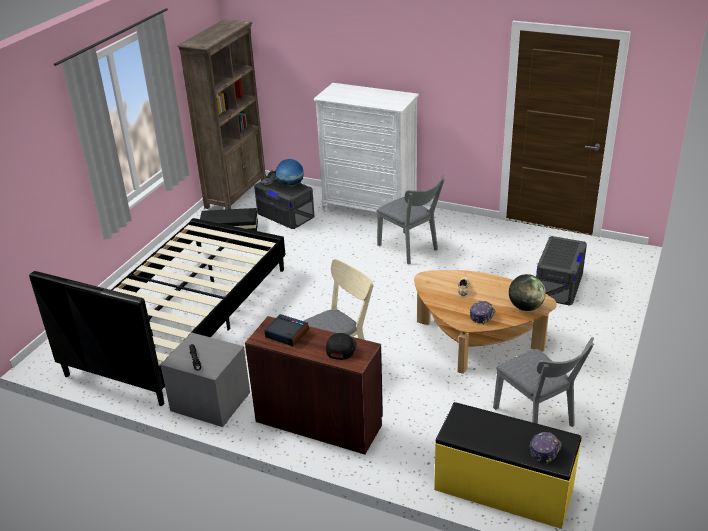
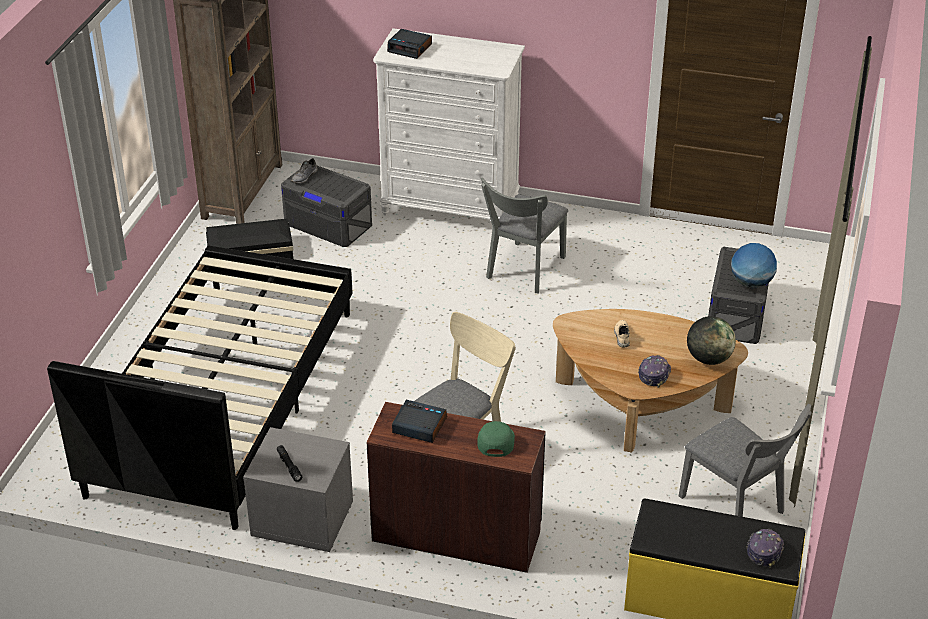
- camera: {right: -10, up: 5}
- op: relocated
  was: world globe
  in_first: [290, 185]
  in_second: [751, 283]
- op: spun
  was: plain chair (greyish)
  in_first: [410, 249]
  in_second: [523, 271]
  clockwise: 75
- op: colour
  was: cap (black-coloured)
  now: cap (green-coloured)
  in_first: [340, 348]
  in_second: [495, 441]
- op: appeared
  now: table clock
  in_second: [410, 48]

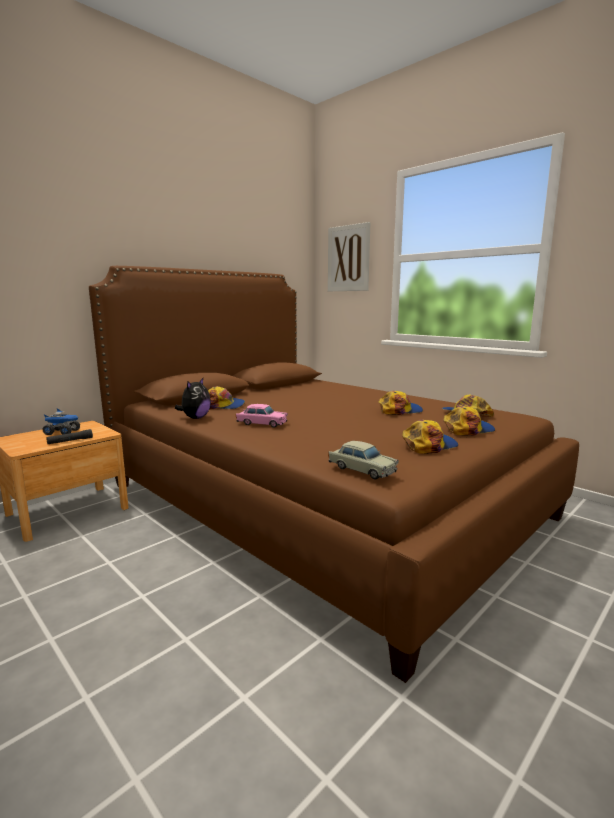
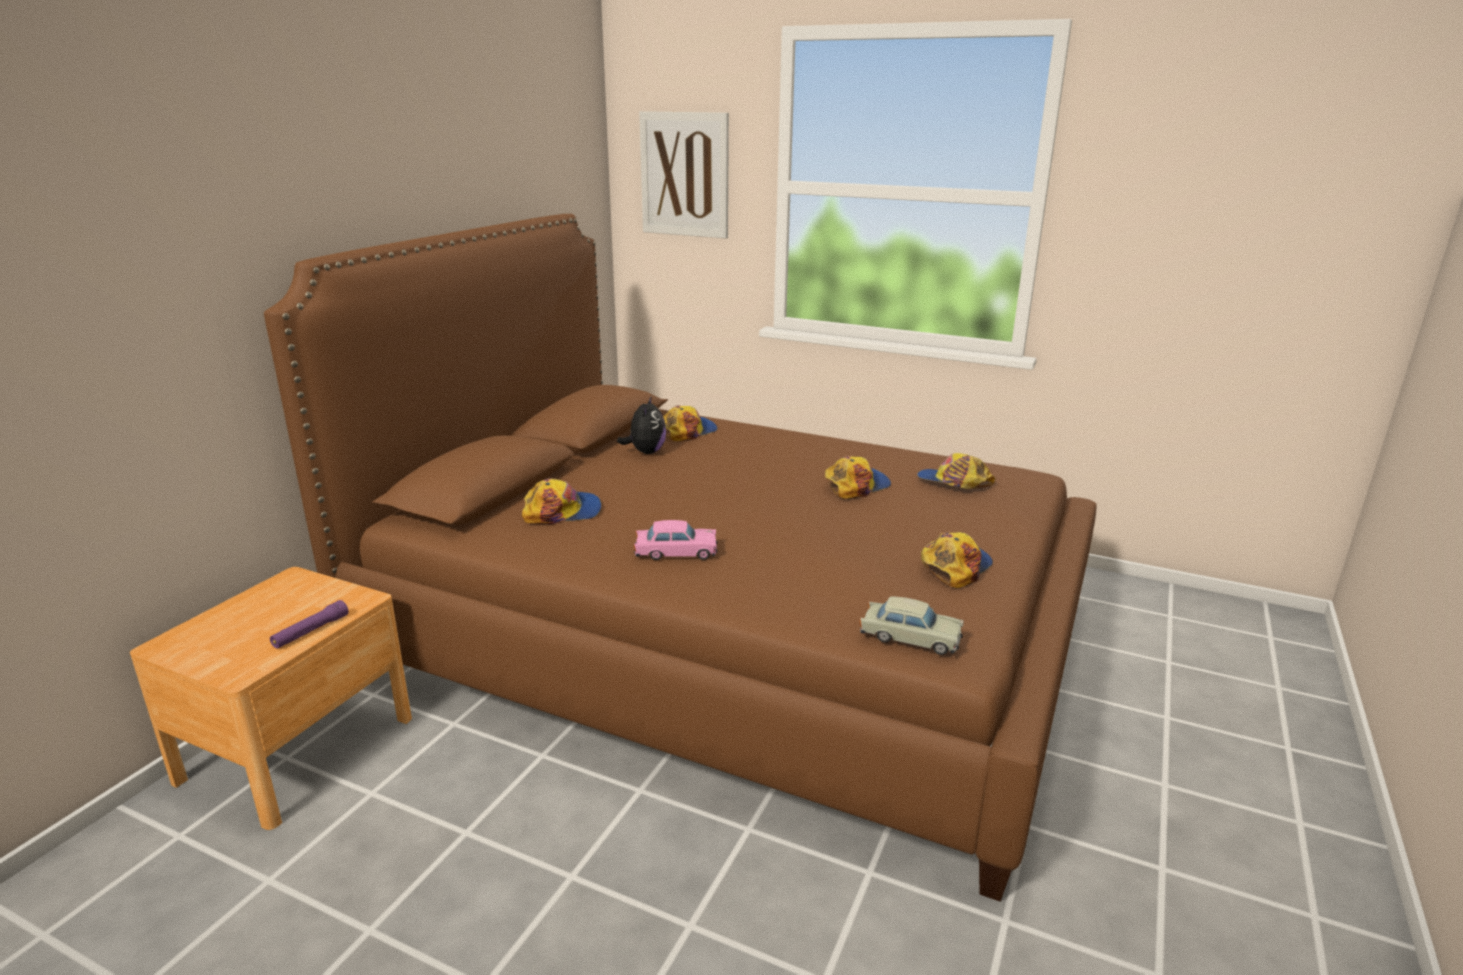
- camera: {right: -20, up: 10}
- op: relocated
  was: soft toy
  in_first: [195, 418]
  in_second: [645, 452]
- op: relocated
  was: cap
  in_first: [467, 429]
  in_second: [687, 431]
- op: missing
  was: model truck
  in_first: [63, 432]
- op: colour
  was: torch (black-coloured)
  now: torch (purplish)
  in_first: [70, 441]
  in_second: [311, 631]

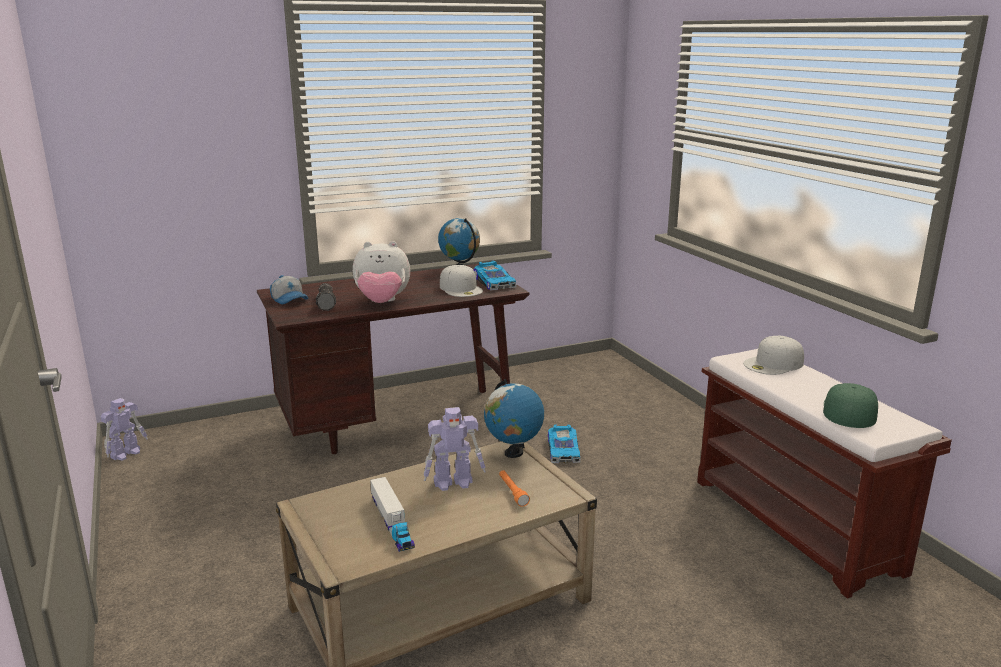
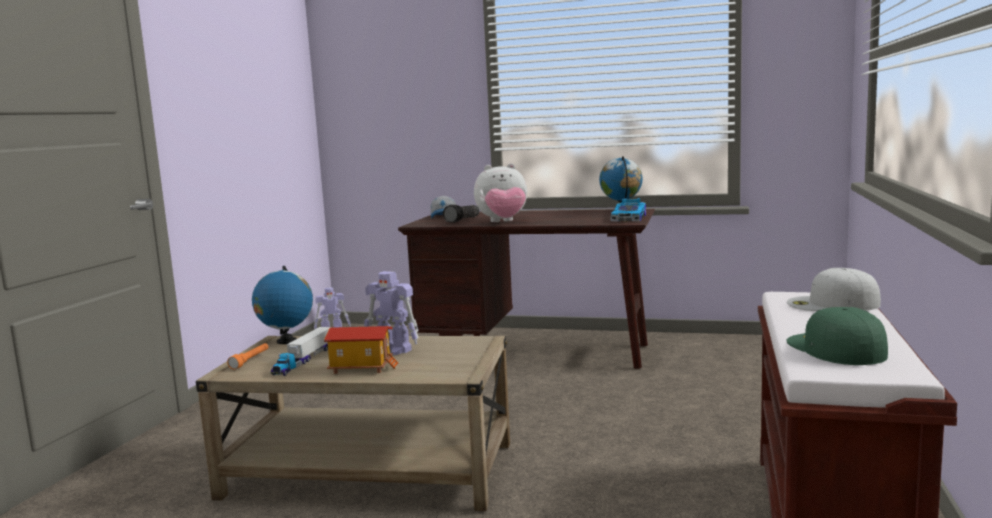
- camera: {right: 40, up: -10}
- op: spun
  was: soft toy
  in_first: [382, 302]
  in_second: [503, 222]
  clockwise: -45
- op: missing
  was: cap (white)
  in_first: [461, 288]
- op: relocated
  was: world globe
  in_first: [513, 453]
  in_second: [286, 341]
- op: spun
  was: cap (green-coloured)
  in_first: [848, 411]
  in_second: [834, 348]
  clockwise: -75
- op: missing
  was: miniature car
  in_first: [564, 450]
- op: relocated
  was: torch (orangey)
  in_first: [512, 492]
  in_second: [250, 361]
- op: appeared
  now: toy house
  in_second: [362, 367]

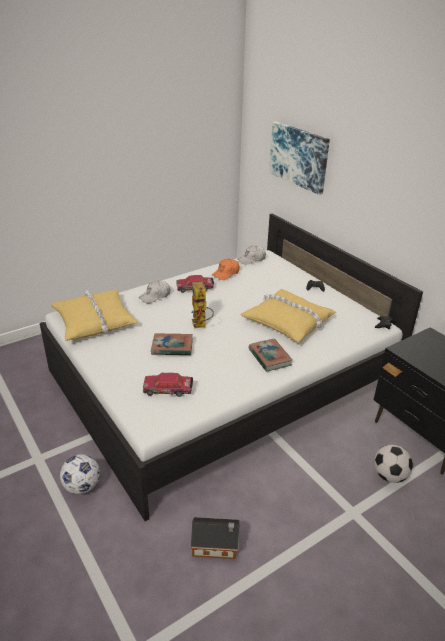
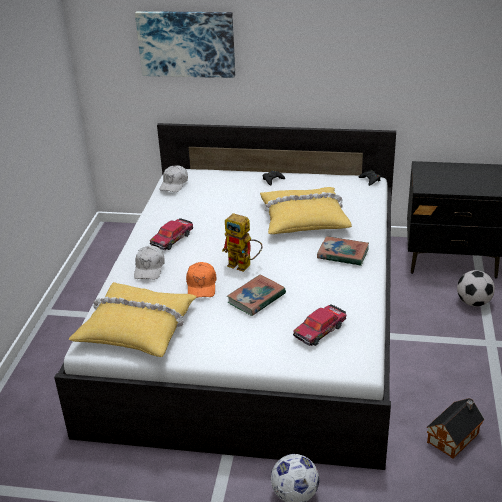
- camera: {right: -45, up: 0}
- op: relocated
  was: cap (orangey)
  in_first: [226, 273]
  in_second: [201, 286]

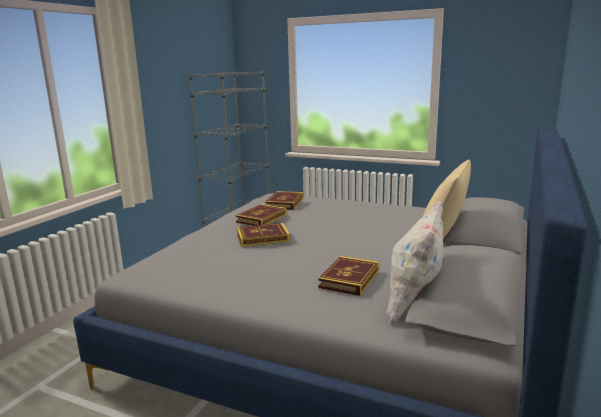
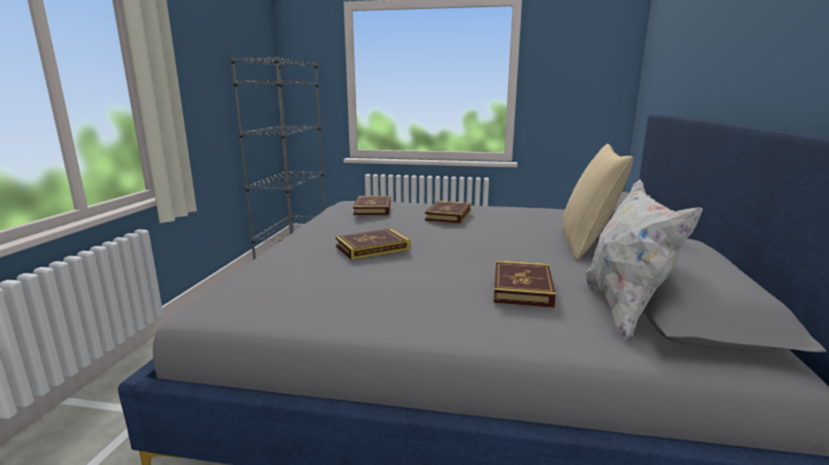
- camera: {right: -15, up: 0}
- op: relocated
  was: bound book
  in_first: [261, 218]
  in_second: [448, 215]

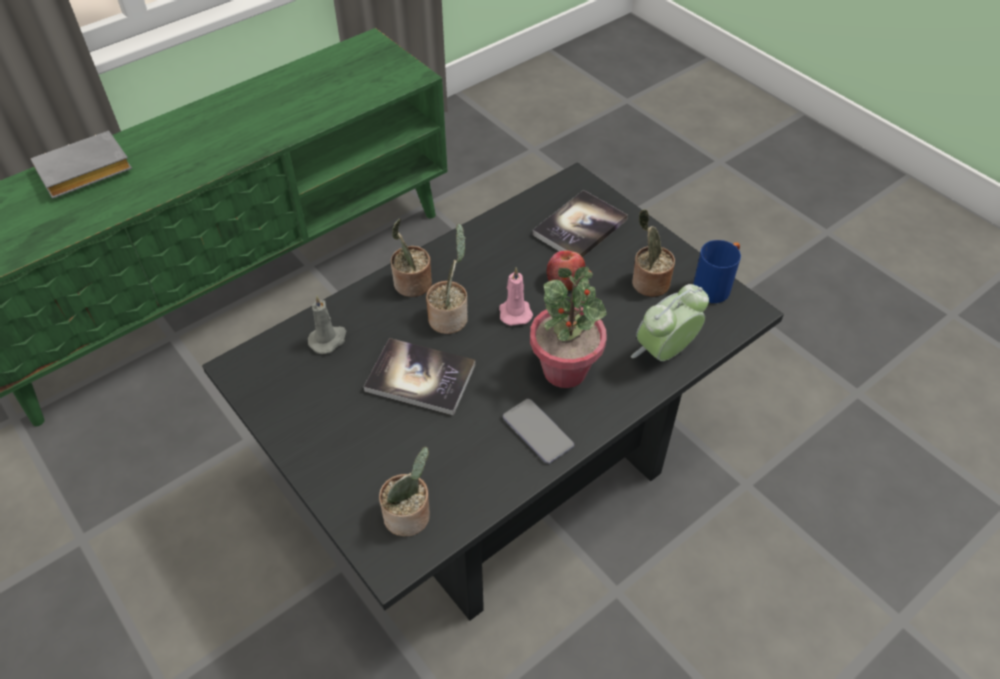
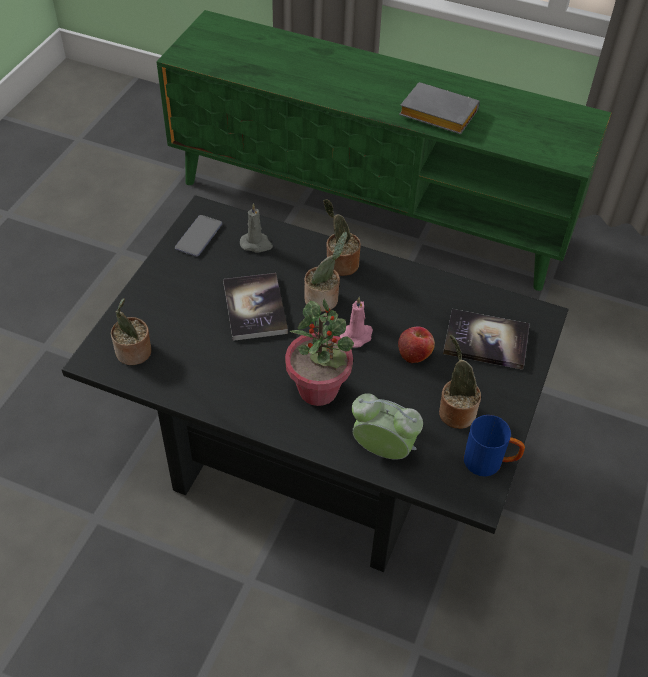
- camera: {right: 60, up: 0}
- op: relocated
  was: bound book (greyish)
  in_first: [83, 173]
  in_second: [435, 115]
- op: relocated
  was: handset
  in_first: [537, 431]
  in_second: [199, 236]

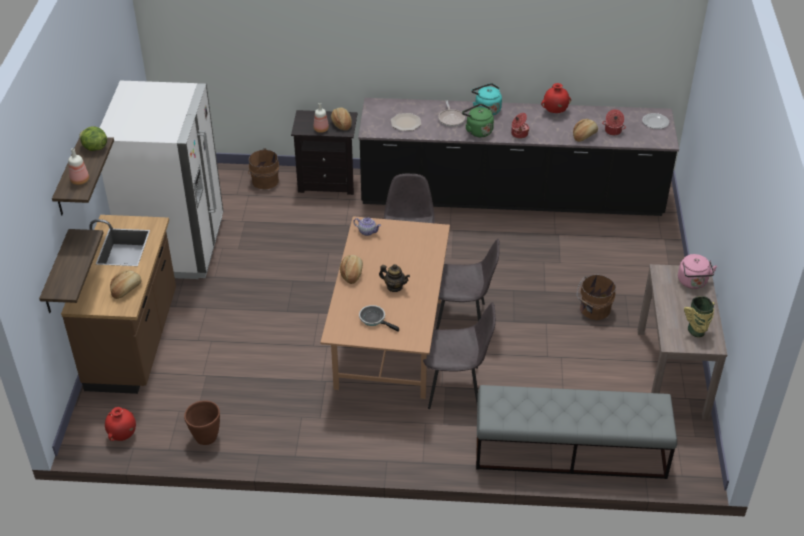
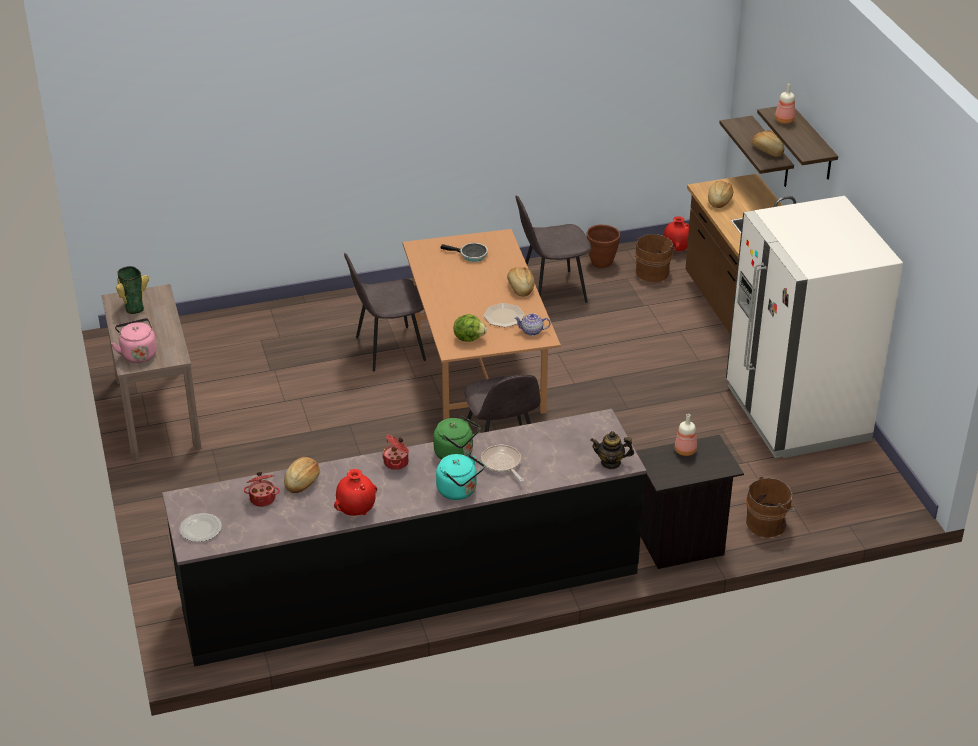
- camera: {right: 160, up: -5}
- op: relocated
  was: bakery bread
  in_first: [341, 123]
  in_second: [767, 151]
- op: relocated
  was: plate
  in_first: [406, 123]
  in_second: [503, 316]
- op: relocated
  was: lettuce
  in_first: [94, 148]
  in_second: [469, 338]
- op: relocated
  was: plain chair (greyish)
  in_first: [461, 321]
  in_second: [551, 290]
- op: relocated
  was: tea pot
  in_first: [394, 287]
  in_second: [611, 463]
- op: relocated
  was: water bucket (brownish)
  in_first: [594, 310]
  in_second: [653, 272]
- op: missing
  was: bench (greyish)
  in_first: [569, 451]

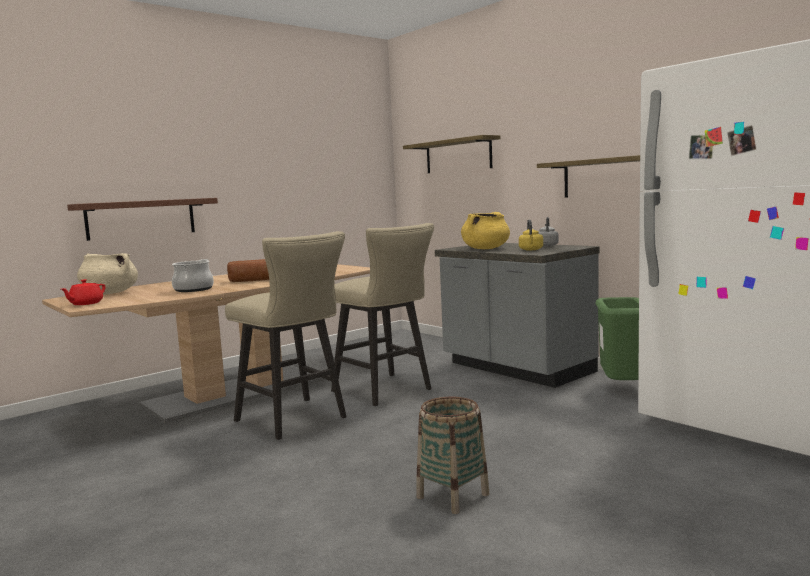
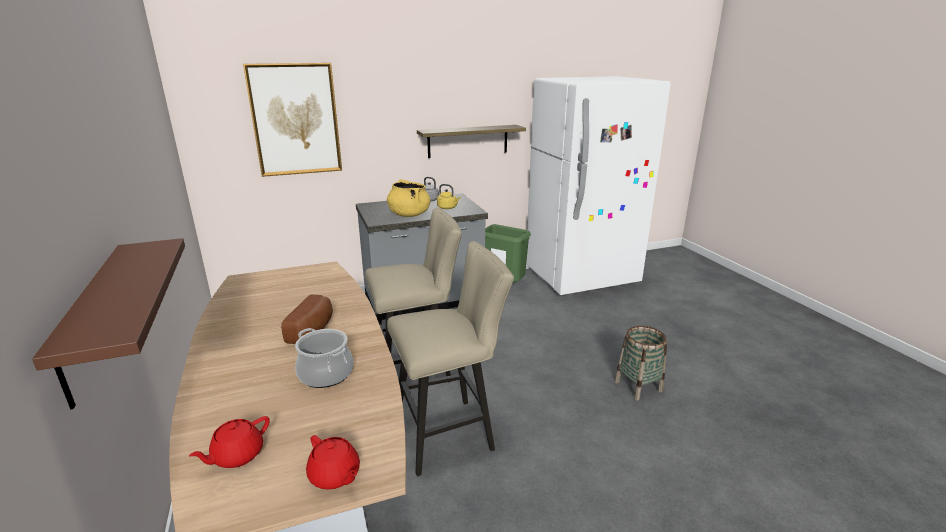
- camera: {right: -70, up: 15}
- op: exchanged
  was: wall shelf
  now: picture
  in_first: [458, 155]
  in_second: [295, 120]
- op: exchanged
  was: cooking pot (beige-coloured)
  now: tea pot (reddish)
  in_first: [109, 293]
  in_second: [237, 455]

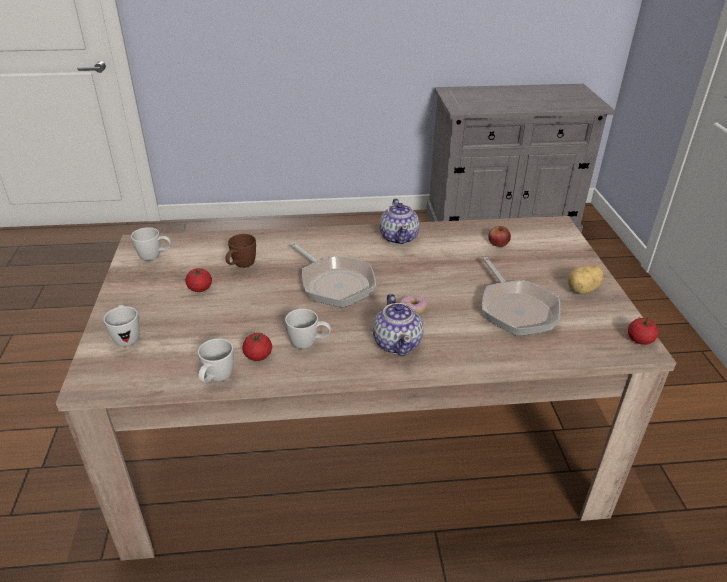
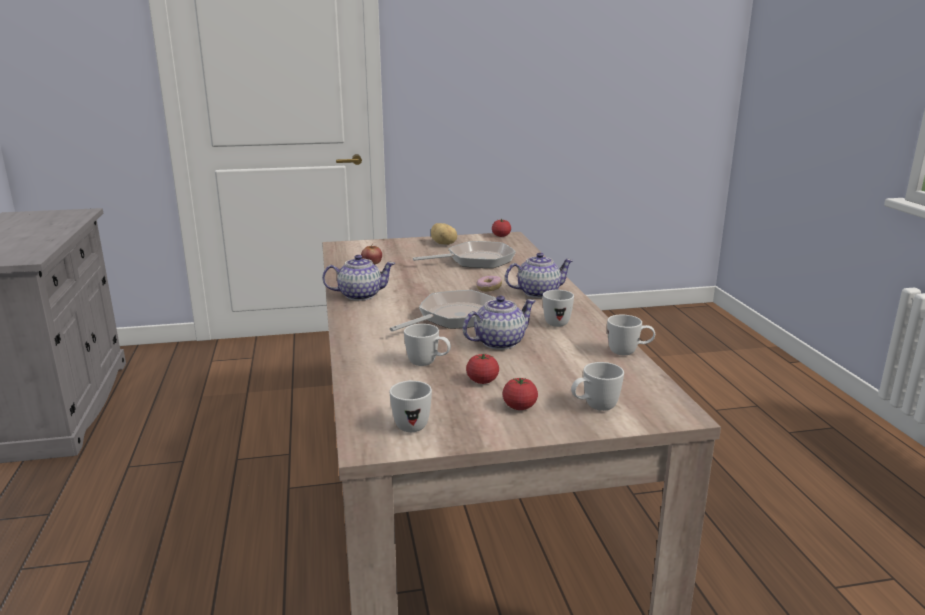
- camera: {right: -95, up: -15}
- op: colour
  was: coffee mug (brownish)
  now: coffee mug (white)
  in_first: [241, 266]
  in_second: [428, 364]
- op: relocated
  was: fresh tomato
  in_first: [258, 356]
  in_second: [519, 407]
- op: appeared
  now: tea pot
  in_second: [498, 342]

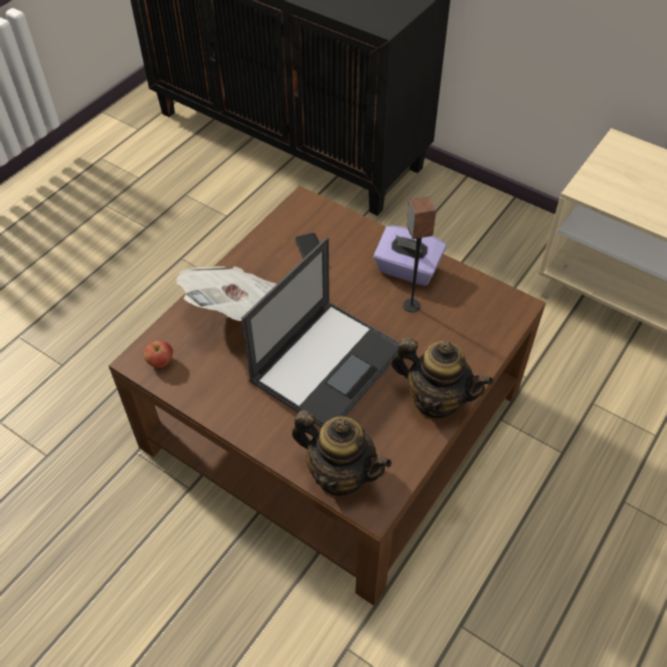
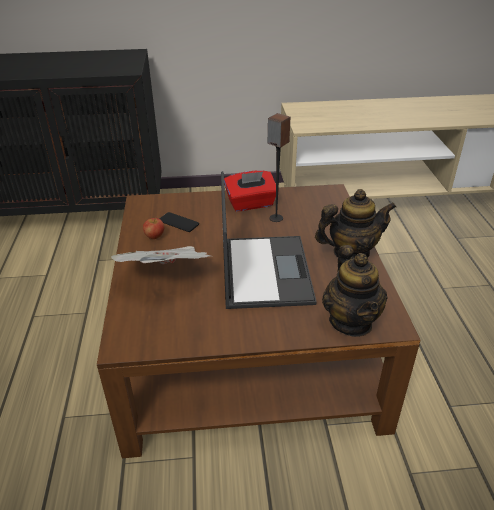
- camera: {right: -40, up: -15}
- op: colour
  was: tissue box (purplish)
  now: tissue box (reddish)
  in_first: [407, 270]
  in_second: [251, 204]
- op: relocated
  was: whole apple
  in_first: [160, 361]
  in_second: [154, 236]
- op: spun
  was: tea pot
  in_first: [340, 473]
  in_second: [351, 321]
  clockwise: 90

